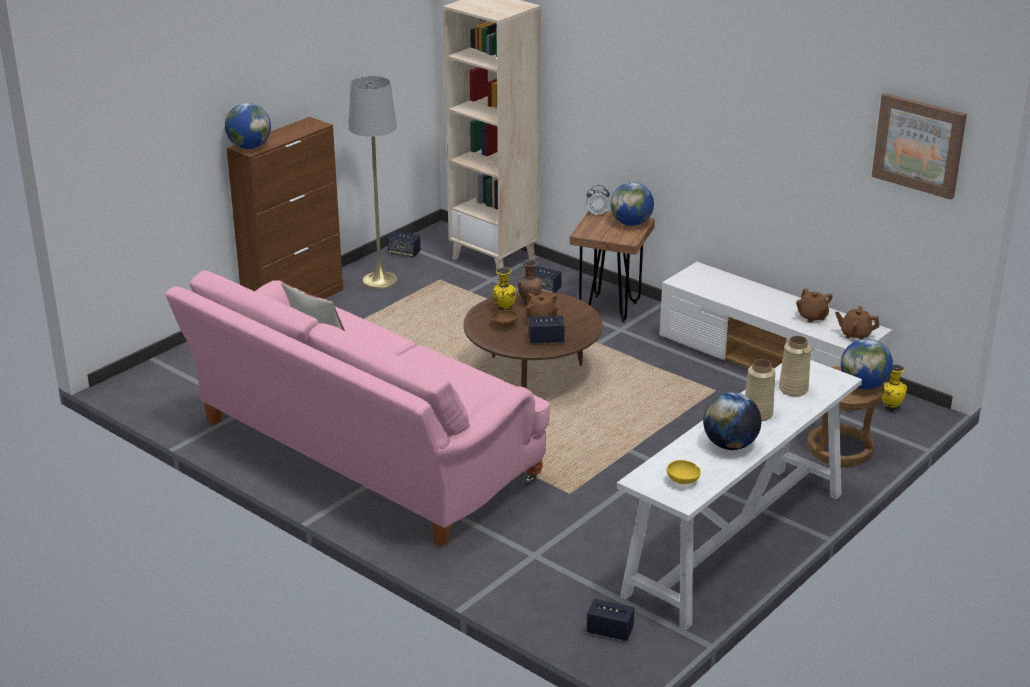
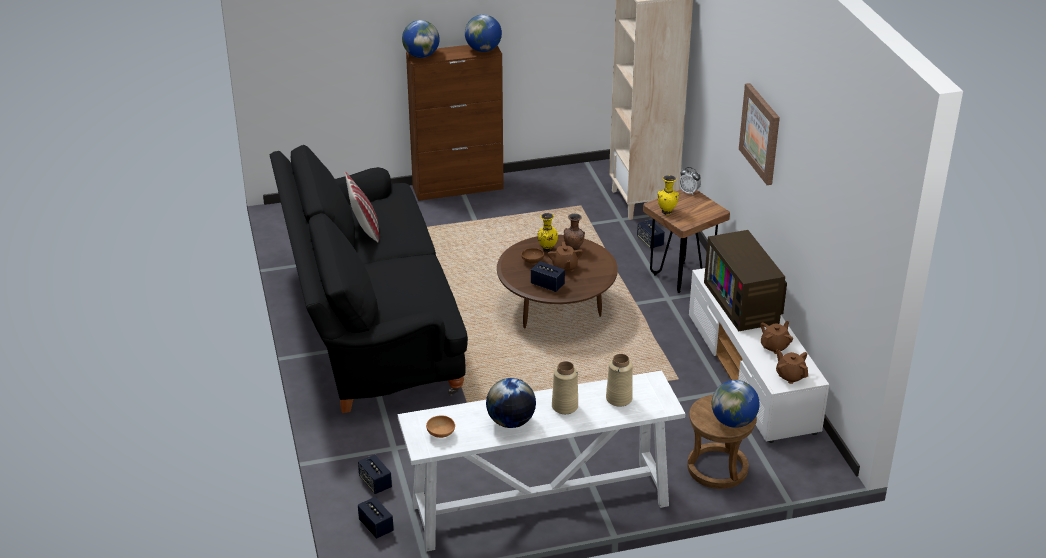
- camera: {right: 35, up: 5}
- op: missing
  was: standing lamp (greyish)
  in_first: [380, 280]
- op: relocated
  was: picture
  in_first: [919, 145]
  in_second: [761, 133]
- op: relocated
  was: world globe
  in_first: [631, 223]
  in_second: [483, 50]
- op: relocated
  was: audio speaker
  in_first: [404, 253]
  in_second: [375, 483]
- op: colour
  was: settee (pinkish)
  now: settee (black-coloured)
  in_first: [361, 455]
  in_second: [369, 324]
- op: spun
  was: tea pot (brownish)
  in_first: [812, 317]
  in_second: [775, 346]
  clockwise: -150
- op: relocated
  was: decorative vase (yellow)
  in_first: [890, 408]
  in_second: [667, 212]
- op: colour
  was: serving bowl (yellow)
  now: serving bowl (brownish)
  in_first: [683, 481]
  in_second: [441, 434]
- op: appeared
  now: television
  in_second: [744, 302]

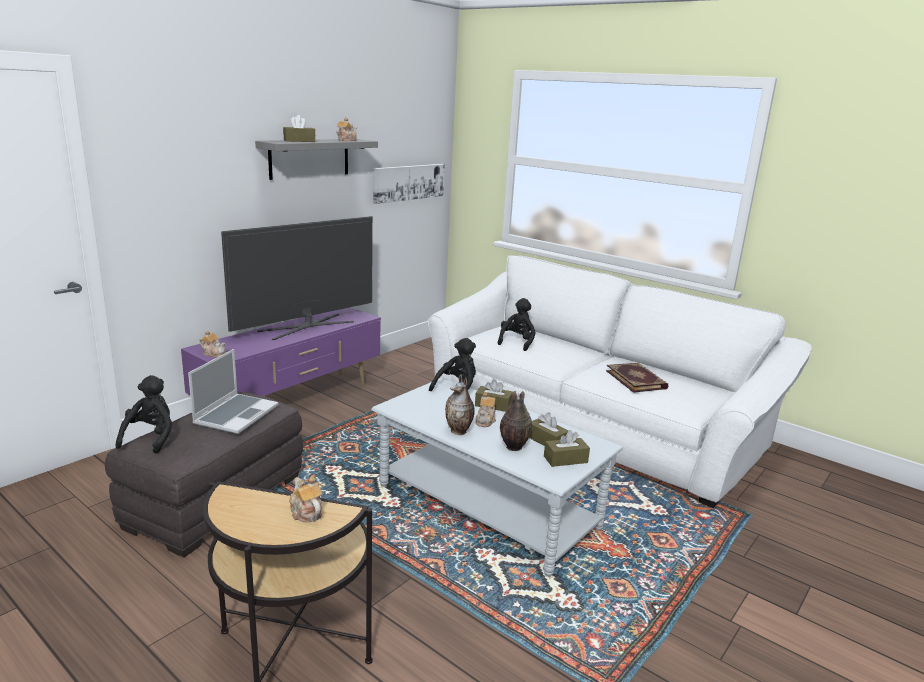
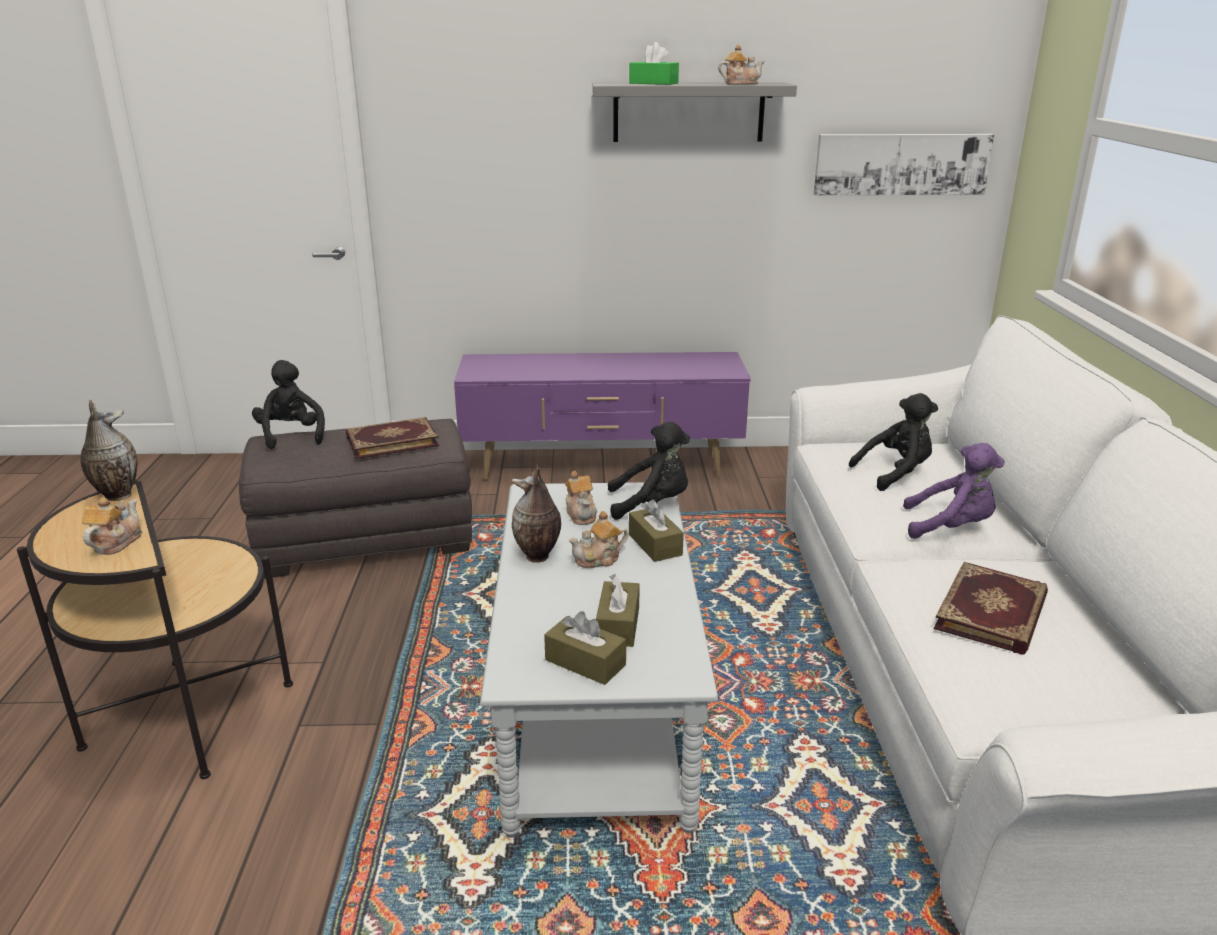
- camera: {right: 50, up: 5}
- op: colour
  was: tissue box (brownish)
  now: tissue box (green-coloured)
  in_first: [299, 141]
  in_second: [653, 83]
- op: missing
  was: television
  in_first: [307, 326]
- op: relocated
  was: tea pot
  in_first: [214, 354]
  in_second: [581, 514]
- op: exchanged
  was: notebook computer
  now: bound book
  in_first: [236, 414]
  in_second: [392, 440]
- op: spun
  was: soft toy (black-coloured)
  in_first: [150, 438]
  in_second: [291, 435]
  clockwise: -75
- op: relocated
  was: decorative vase
  in_first: [513, 447]
  in_second: [116, 495]
- op: appeared
  now: soft toy (purplish)
  in_second: [951, 527]

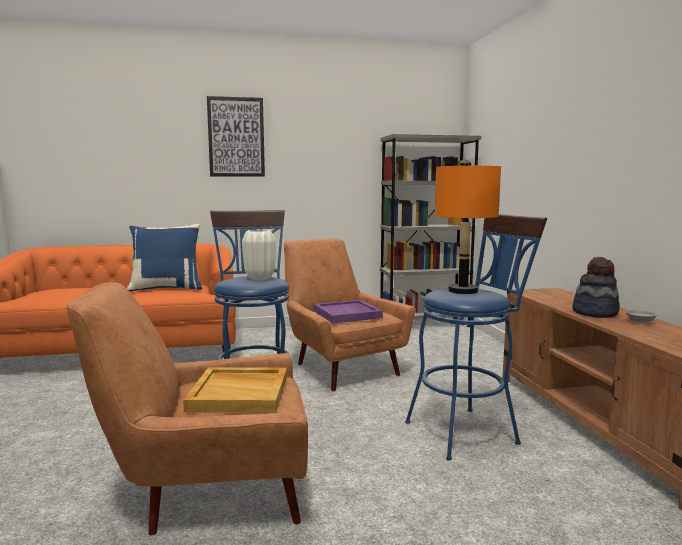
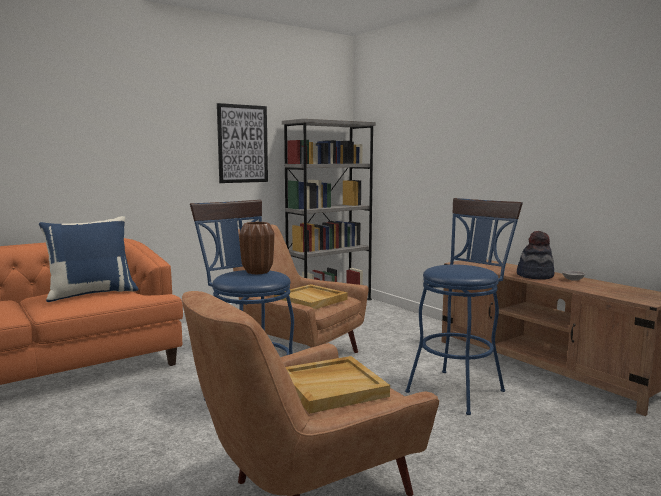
- camera: {right: -25, up: 0}
- op: relocated
  was: picture
  in_first: [236, 137]
  in_second: [242, 144]
- op: missing
  was: table lamp (orangey)
  in_first: [462, 291]
- op: colour
  was: decorative vase (white)
  now: decorative vase (brownish)
  in_first: [259, 278]
  in_second: [257, 272]
- op: colour
  was: tray (purplish)
  now: tray (beige-coloured)
  in_first: [347, 314]
  in_second: [311, 300]

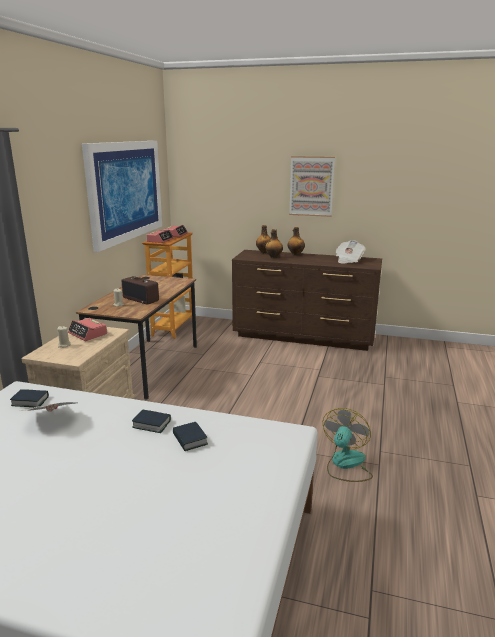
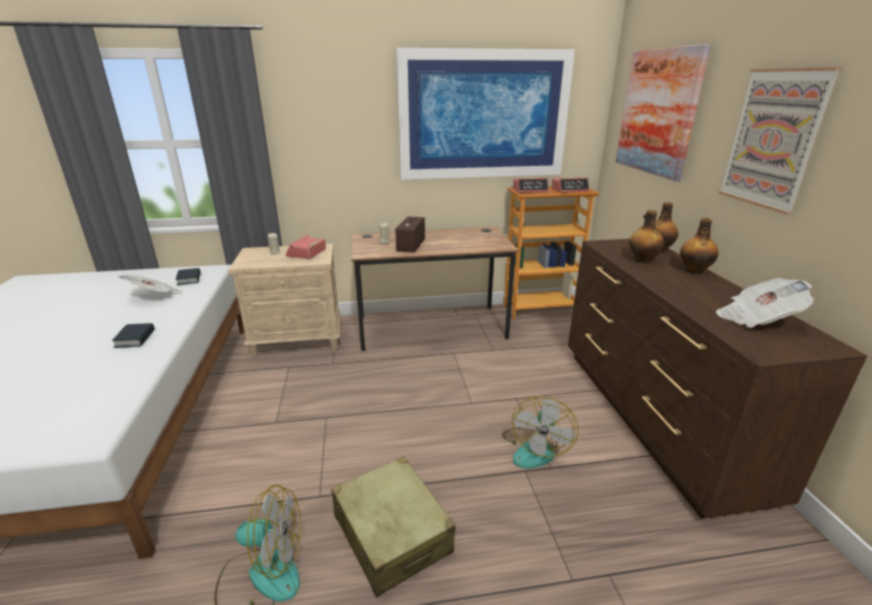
- camera: {right: 65, up: 5}
- op: missing
  was: bound book
  in_first: [190, 439]
- op: appeared
  now: picture
  in_second: [658, 112]
- op: appeared
  now: electric fan
  in_second: [535, 448]
- op: appeared
  now: travel case (beige-coloured)
  in_second: [392, 534]

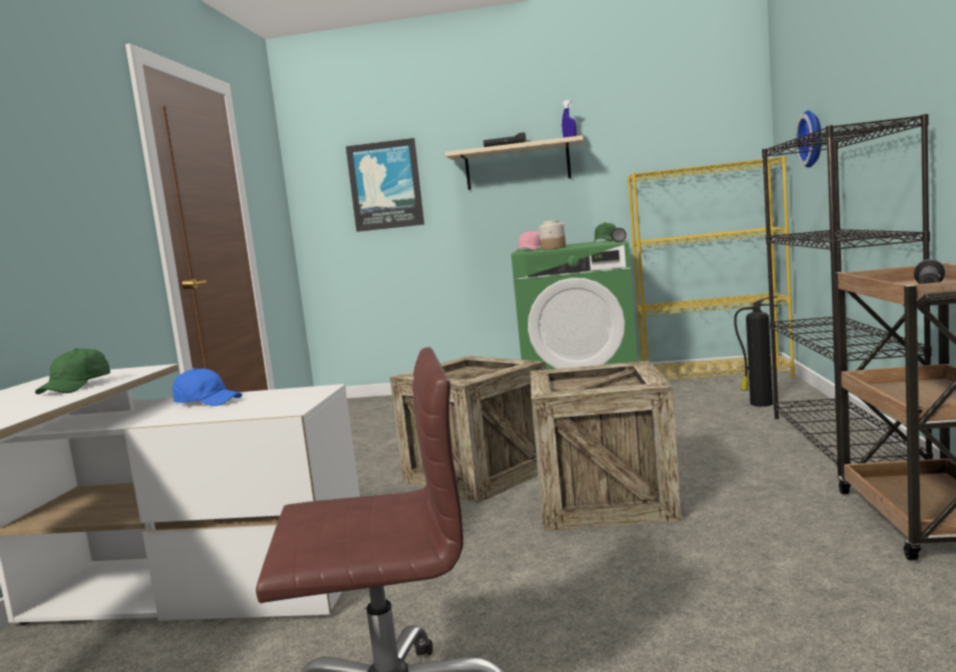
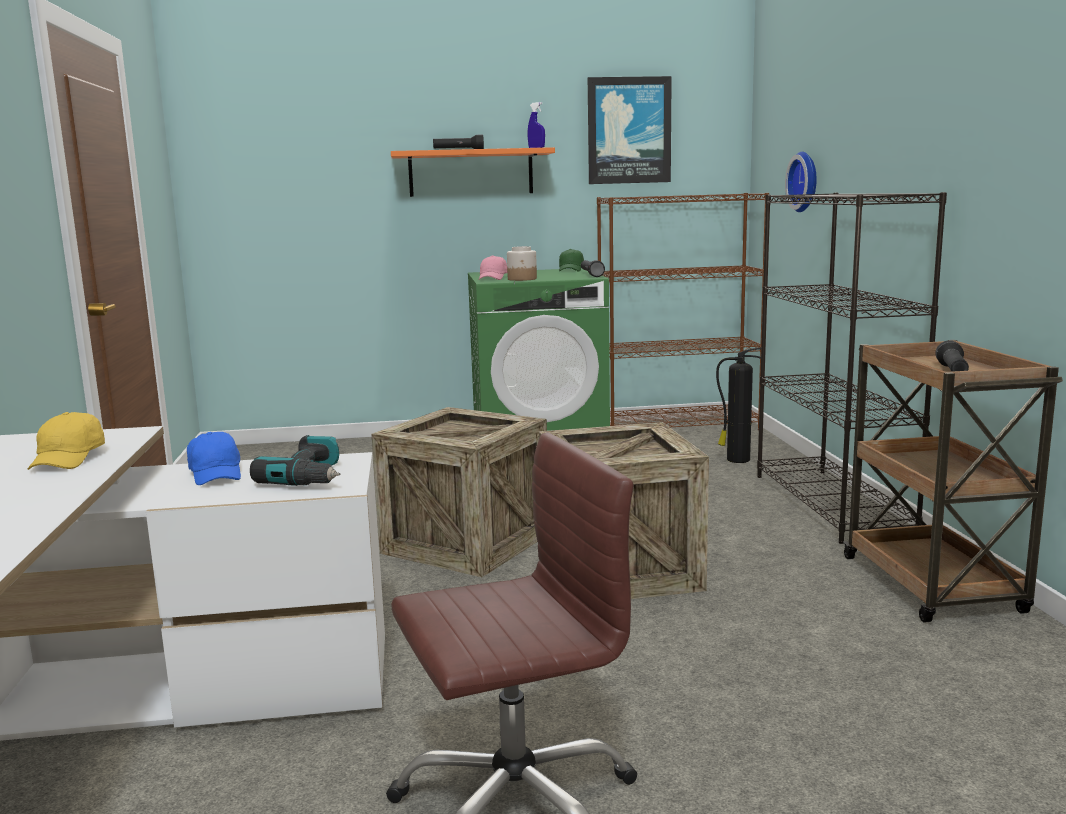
- camera: {right: -15, up: 5}
- op: colour
  was: wall shelf (beige-coloured)
  now: wall shelf (orangey)
  in_first: [517, 166]
  in_second: [471, 173]
- op: relocated
  was: picture
  in_first: [385, 185]
  in_second: [629, 130]
- op: colour
  was: shelving unit (yellow)
  now: shelving unit (brownish)
  in_first: [715, 377]
  in_second: [679, 427]
- op: colour
  was: cap (green-coloured)
  now: cap (yellow)
  in_first: [77, 387]
  in_second: [69, 459]
- op: spun
  was: cap (bluish)
  in_first: [207, 402]
  in_second: [216, 474]
  clockwise: 60
- op: appeared
  now: drill
  in_second: [310, 477]

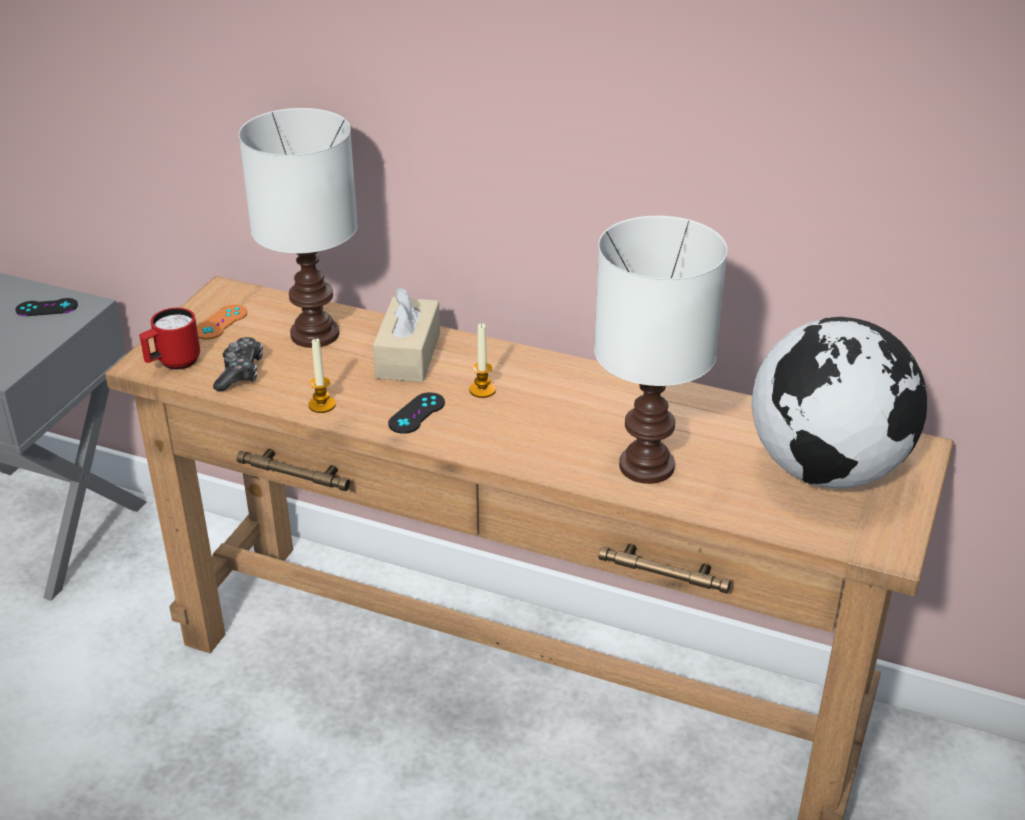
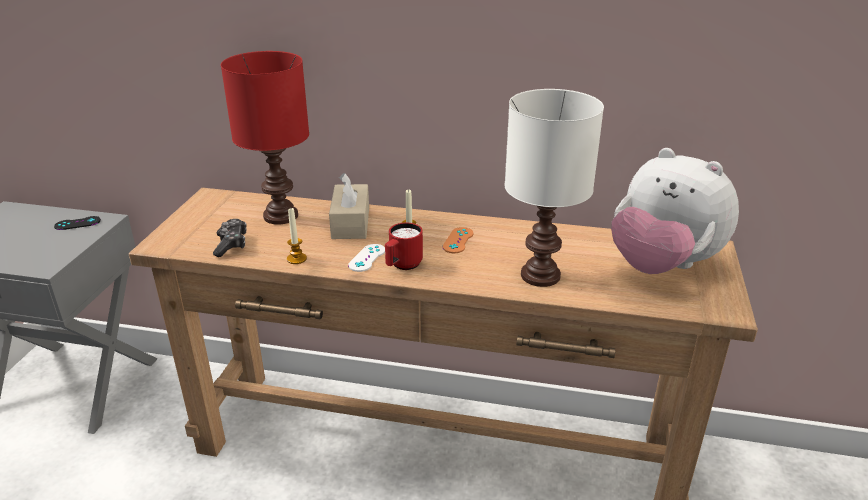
- camera: {right: -10, up: -5}
- op: colour
  was: table lamp (white)
  now: table lamp (reddish)
  in_first: [315, 333]
  in_second: [280, 215]
- op: relocated
  was: joypad (orangey)
  in_first: [221, 322]
  in_second: [458, 240]
- op: relocated
  was: coffee mug (reddish)
  in_first: [173, 363]
  in_second: [402, 266]
- op: exchanged
  was: world globe
  now: soft toy
  in_first: [827, 470]
  in_second: [662, 266]
- op: colour
  was: joypad (black-coloured)
  now: joypad (white)
  in_first: [416, 413]
  in_second: [367, 258]

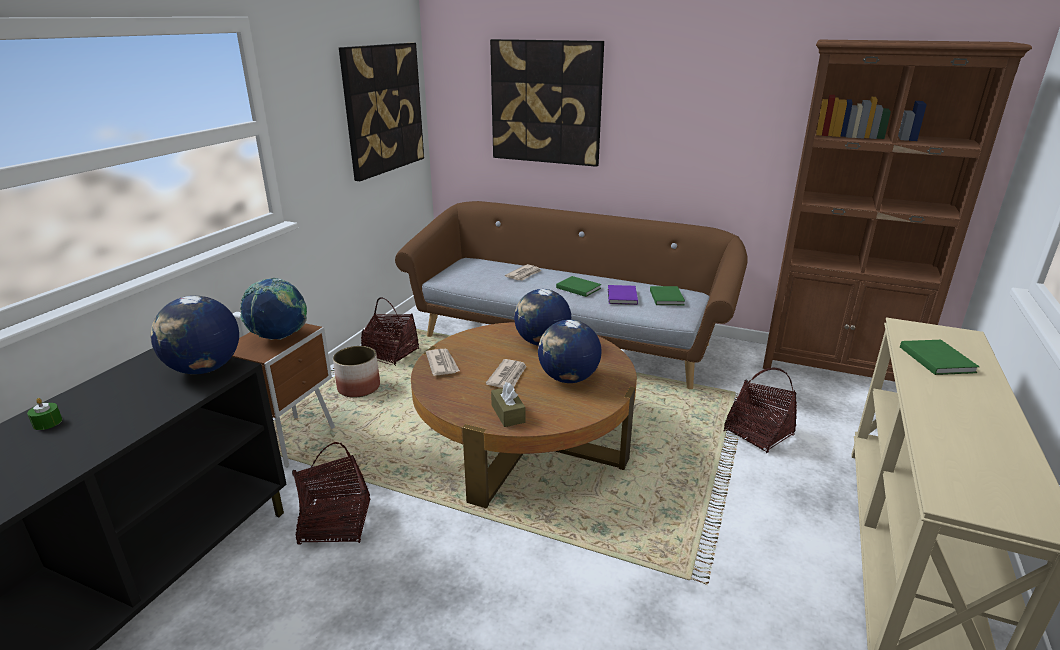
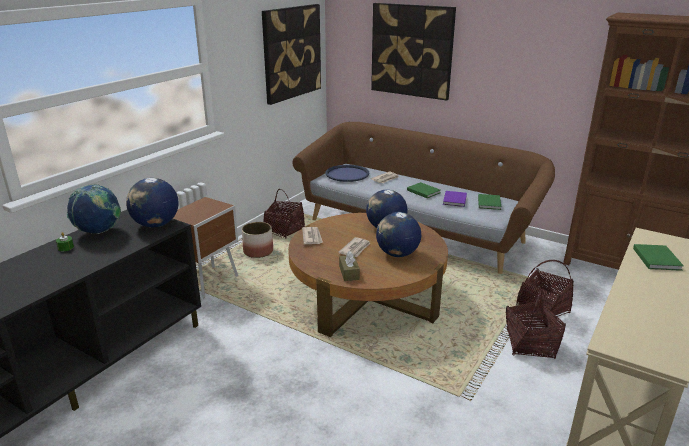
- camera: {right: 10, up: 0}
- op: relocated
  was: world globe
  in_first: [279, 337]
  in_second: [99, 232]
- op: relocated
  was: storage basket
  in_first: [335, 523]
  in_second: [530, 345]
- op: appeared
  now: tray (bluish)
  in_second: [347, 174]

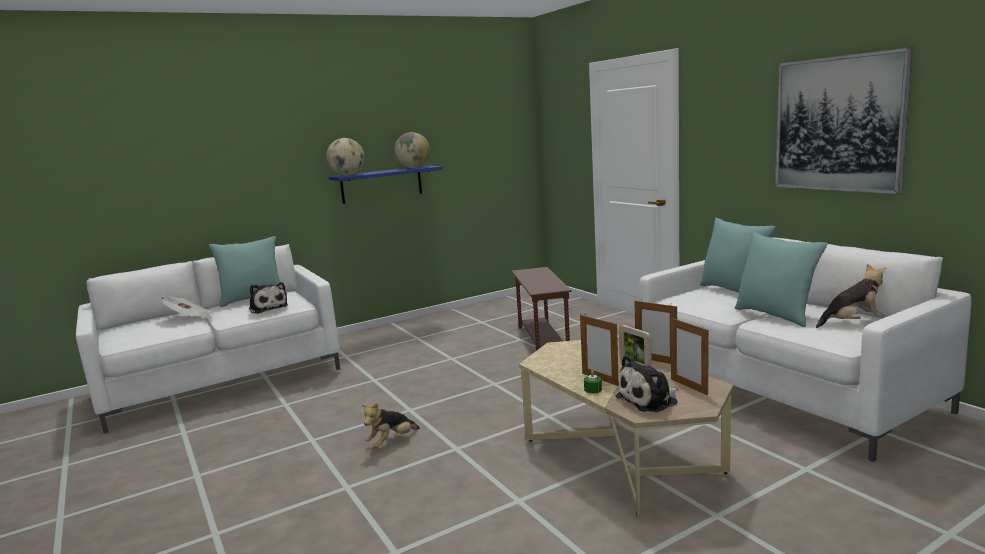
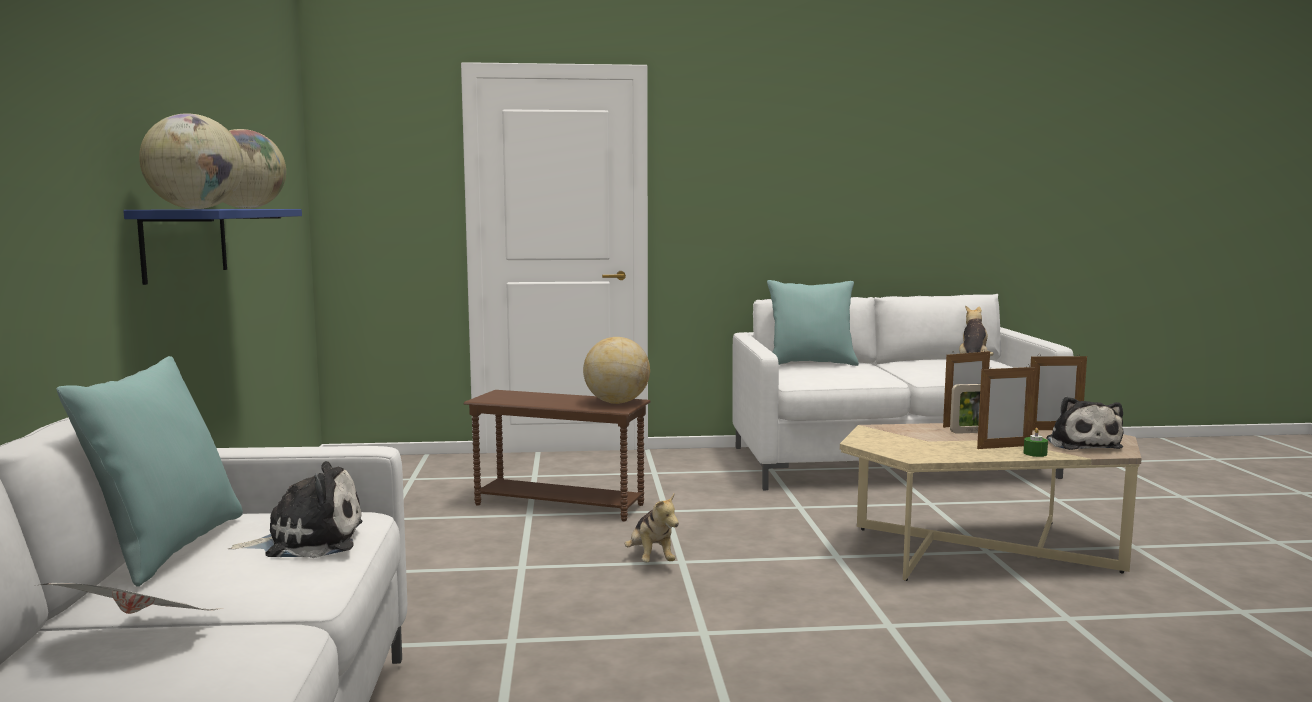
- camera: {right: -65, up: -5}
- op: missing
  was: picture
  in_first: [838, 124]
- op: missing
  was: cushion (turquoise-coloured)
  in_first: [776, 315]
- op: relocated
  was: soft toy
  in_first: [391, 442]
  in_second: [650, 560]
- op: appeared
  now: world globe
  in_second: [616, 402]

